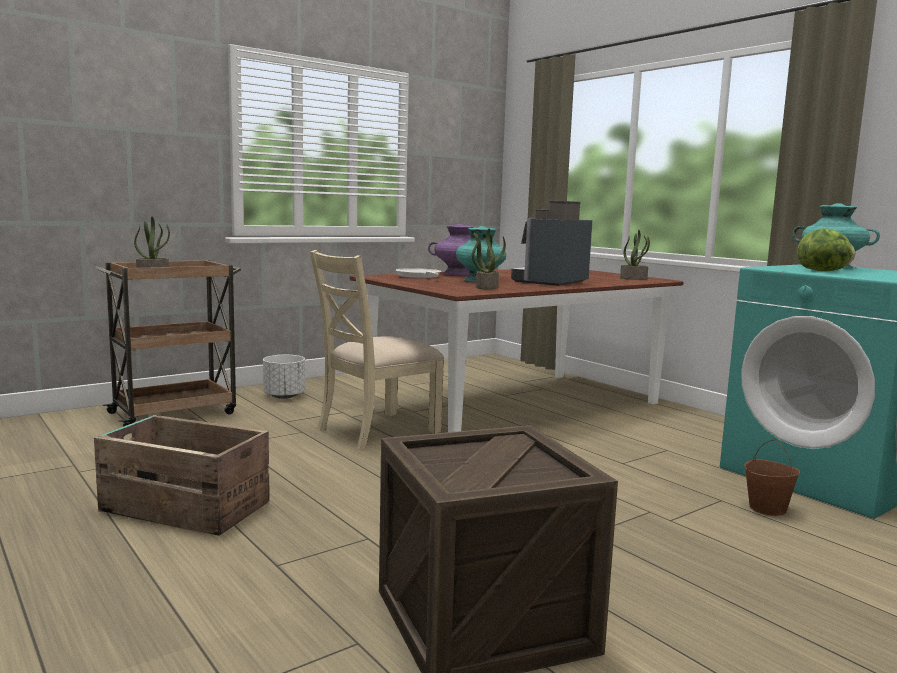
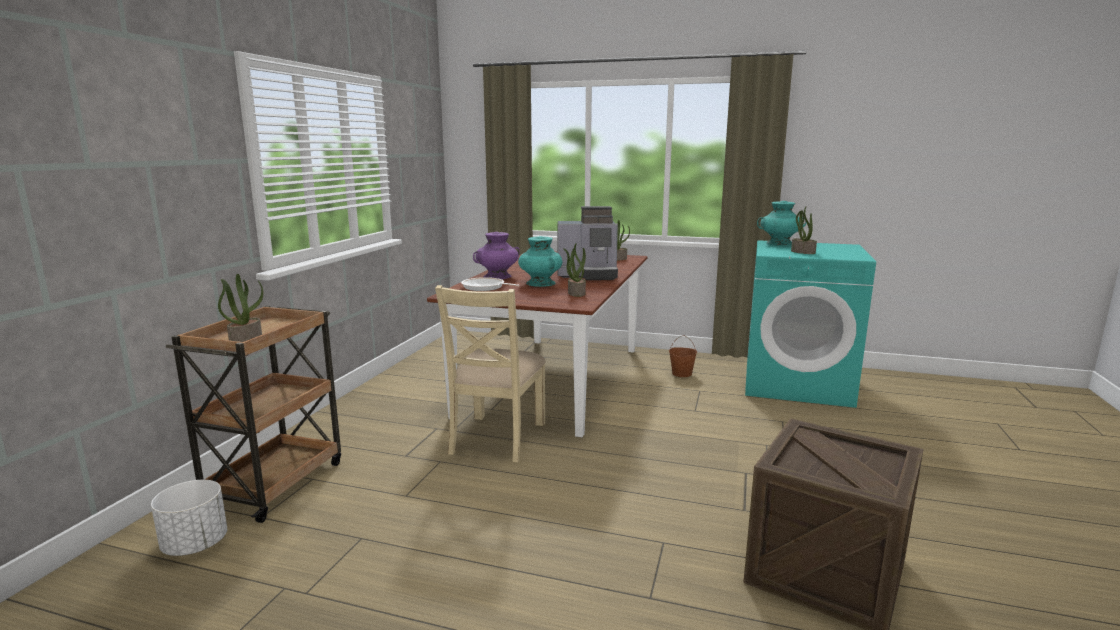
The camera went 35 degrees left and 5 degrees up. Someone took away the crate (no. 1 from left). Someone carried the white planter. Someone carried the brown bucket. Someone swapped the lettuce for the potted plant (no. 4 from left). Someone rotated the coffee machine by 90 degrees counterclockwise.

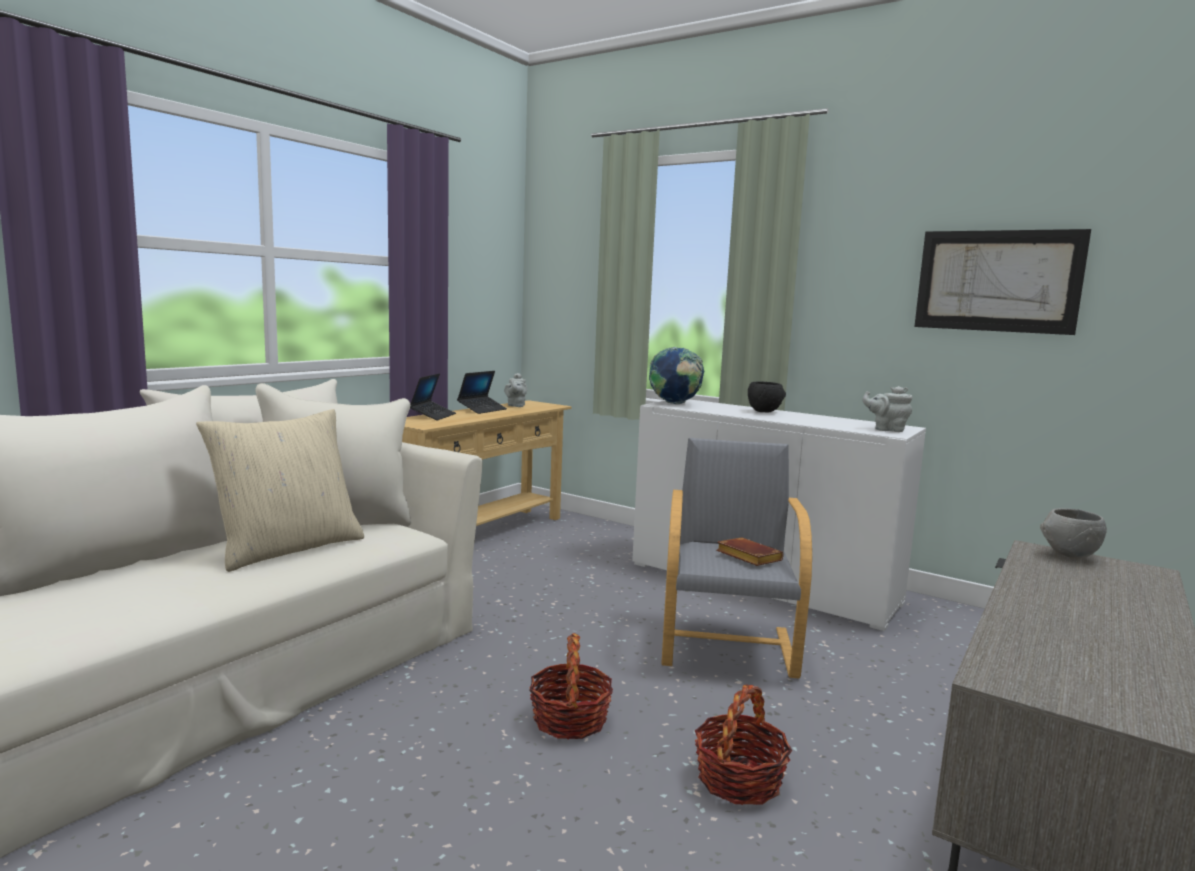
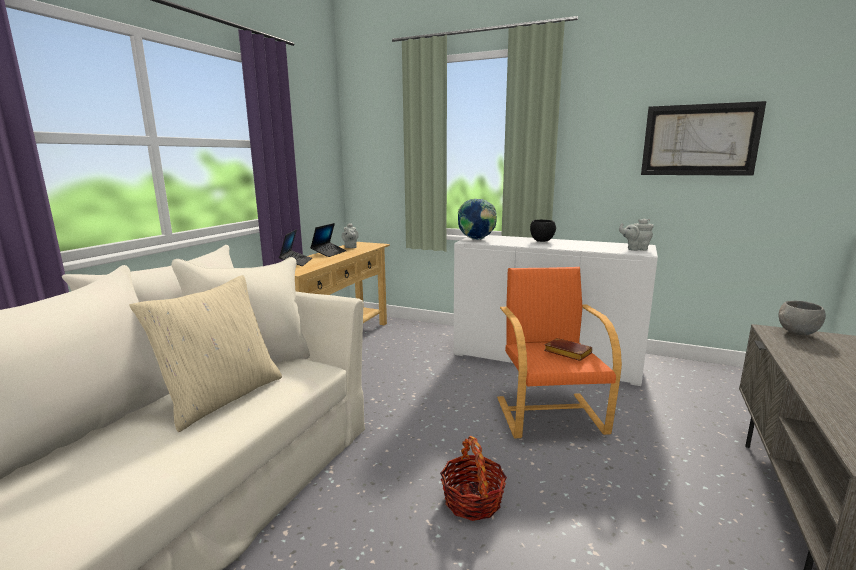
The camera went 10 degrees left and 5 degrees up. Someone took away the basket (no. 2 from left). Someone repainted the grey armchair, which became the orange armchair.

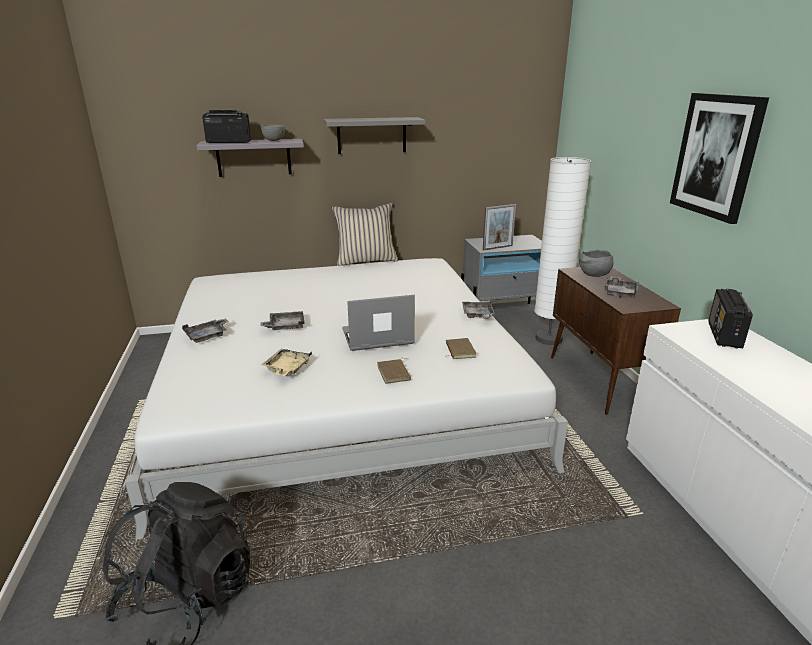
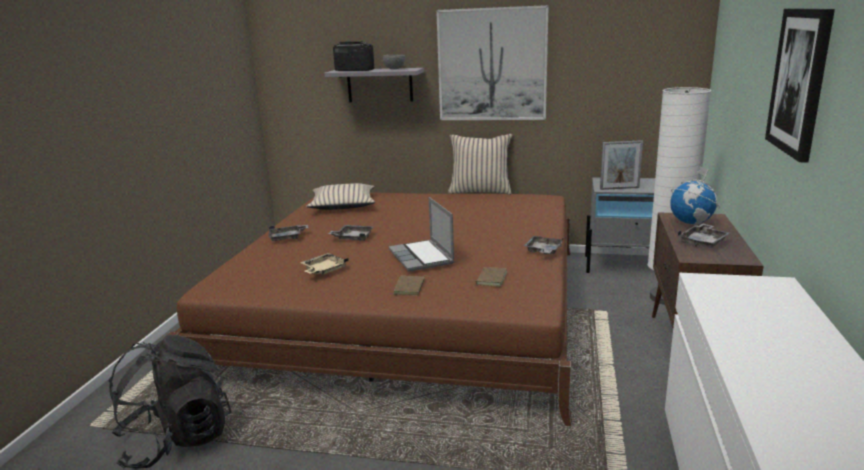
The camera went 25 degrees right and 5 degrees down. Someone took away the radio (no. 2 from left). Someone put down the beige pillow (no. 1 from left). Someone swapped the grey shelf (no. 2 from left) for the picture (no. 1 from left). Someone swapped the grey bowl (no. 2 from left) for the globe. Someone repainted the white bed, which became the brown bed. Someone rotated the laptop by 120 degrees counterclockwise.

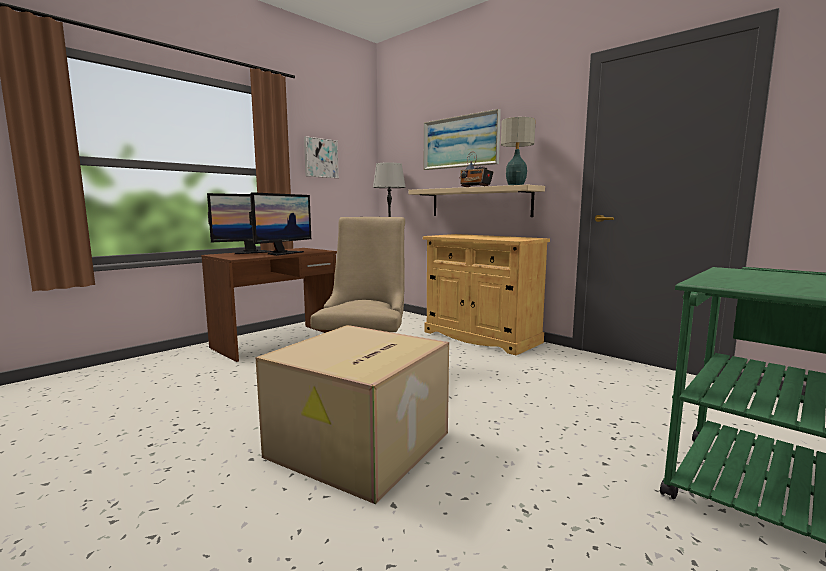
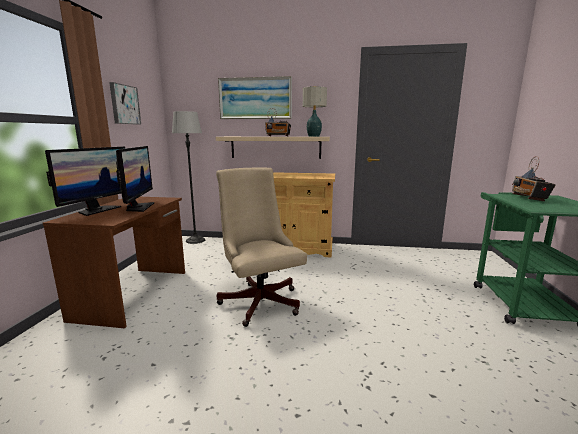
The camera went 35 degrees left and 5 degrees up. Someone took away the cardboard box. Someone put down the radio (no. 2 from left).

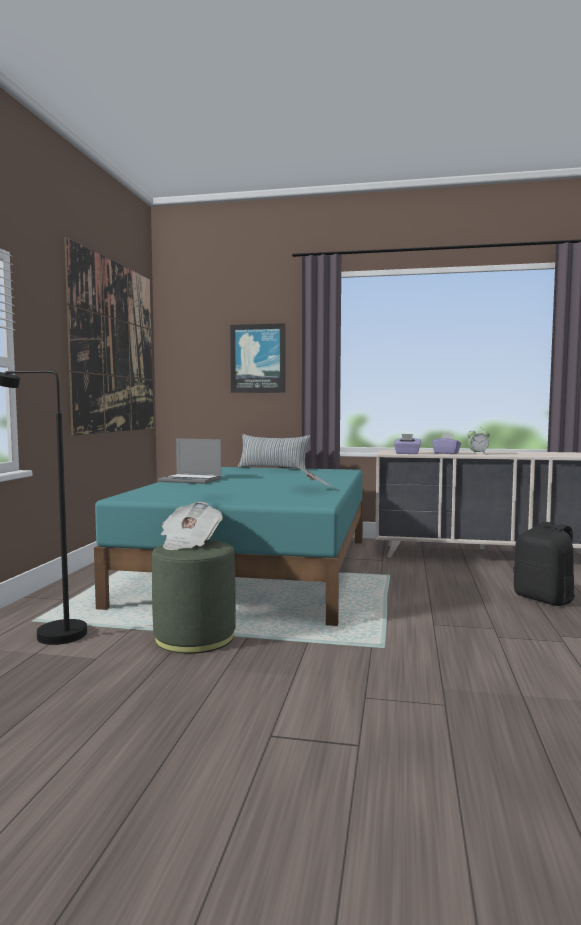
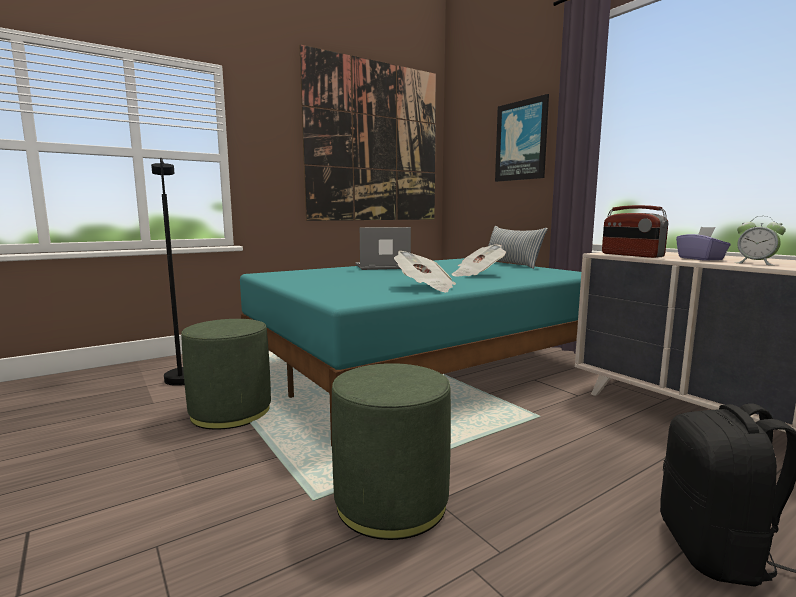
The camera went 45 degrees right and 5 degrees up. Someone put down the green ottoman (no. 2 from left). Someone carried the newspaper (no. 1 from left in the first image). Someone swapped the purple tissue box (no. 1 from left) for the radio. Someone rotated the laptop by 105 degrees clockwise.

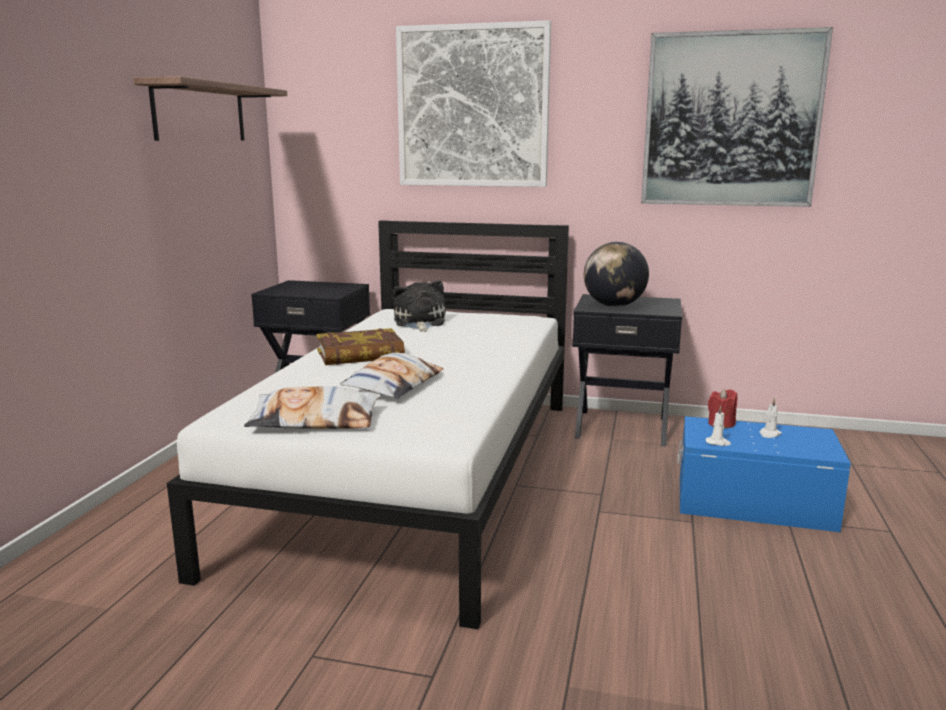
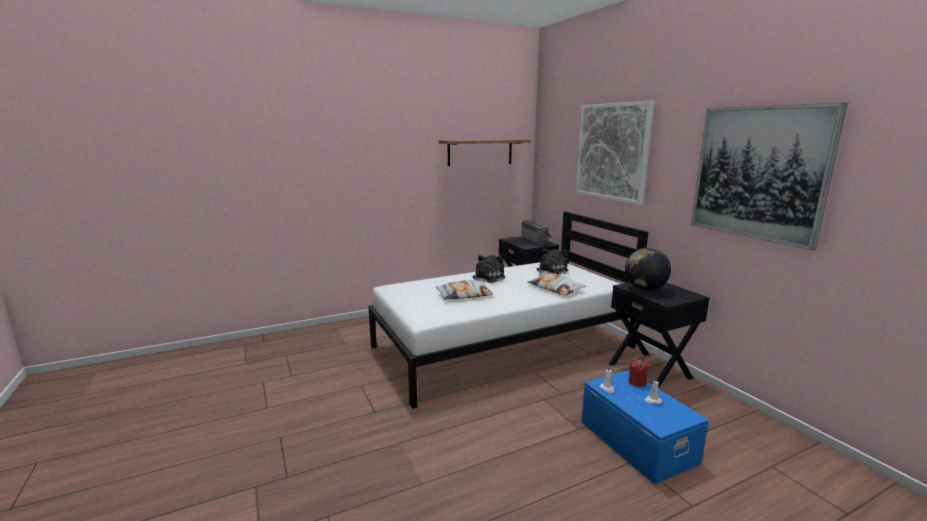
The camera went 50 degrees right and 0 degrees up. Someone put down the radio. Someone carried the pillow (no. 1 from left in the first image). Someone swapped the book for the plush toy (no. 1 from left).

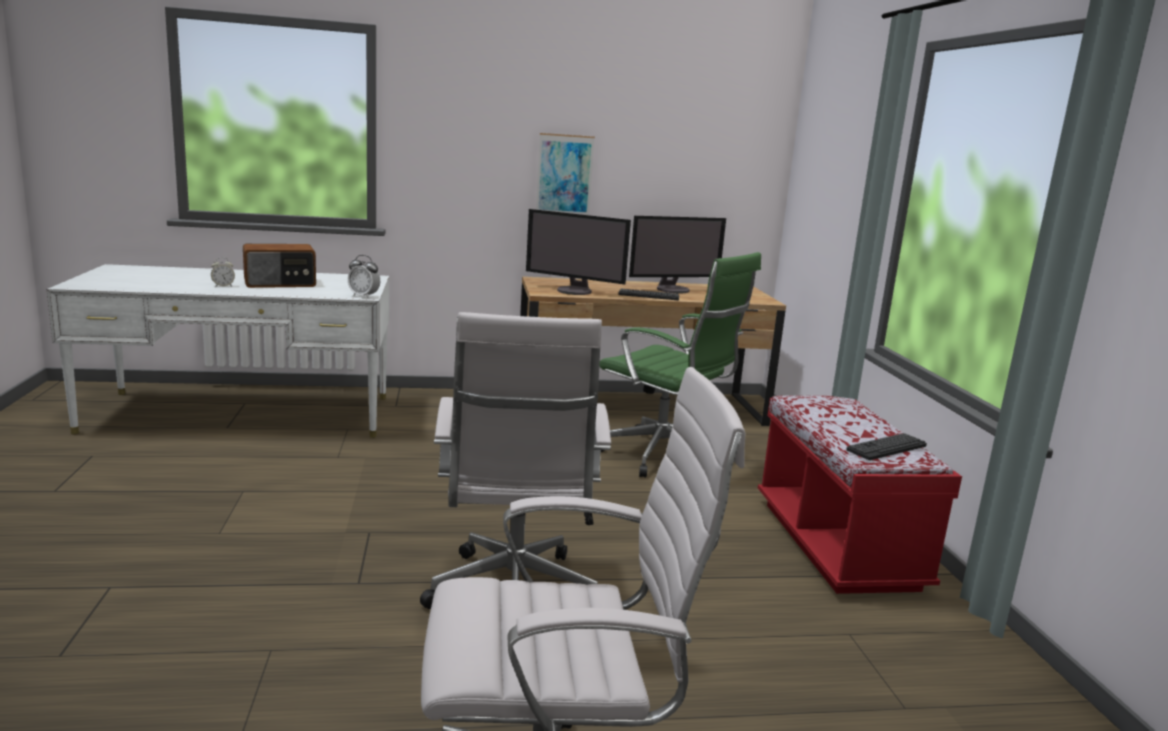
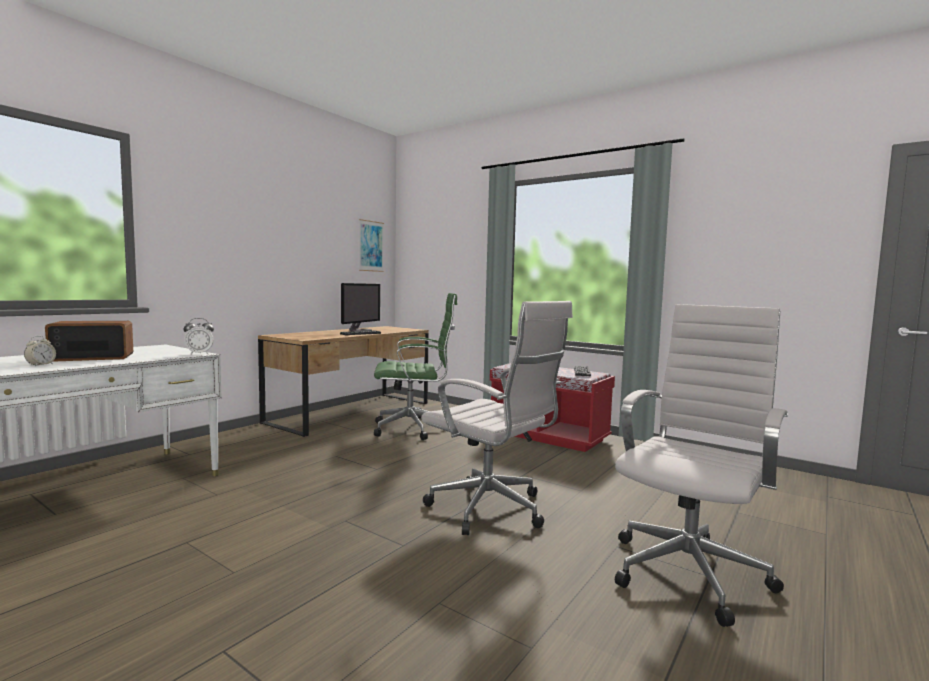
The camera went 45 degrees left and 10 degrees down. Someone took away the monitor (no. 1 from left). Someone carried the picture. Someone rotated the radio by 135 degrees counterclockwise.

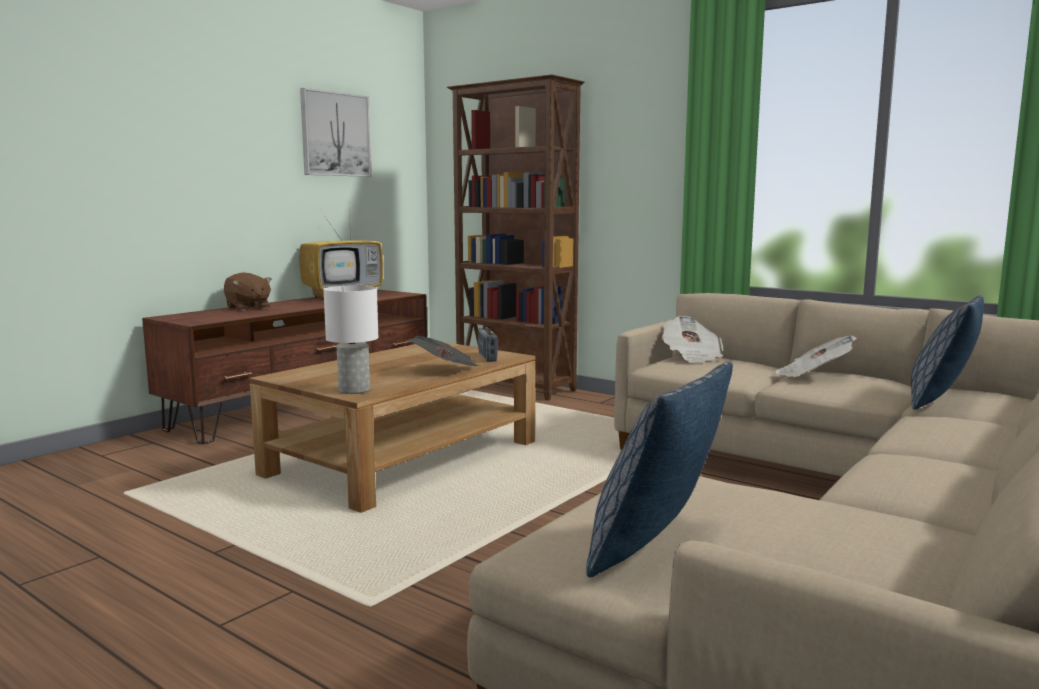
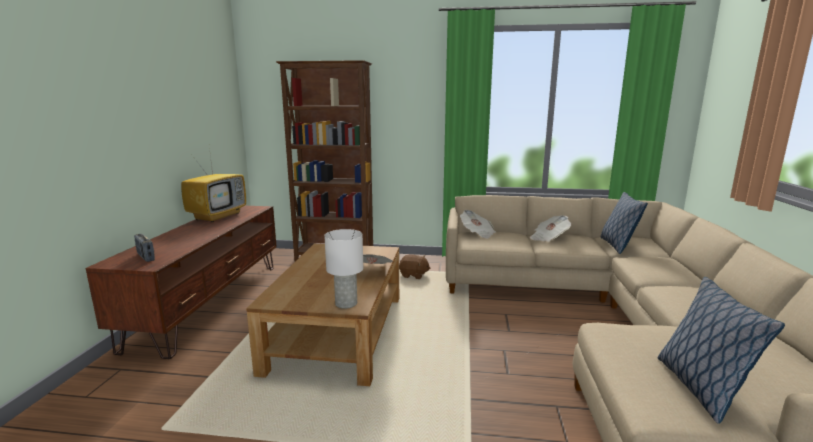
The camera went 30 degrees left and 5 degrees up. Someone took away the picture. Someone carried the brown plush toy. Someone carried the radio.

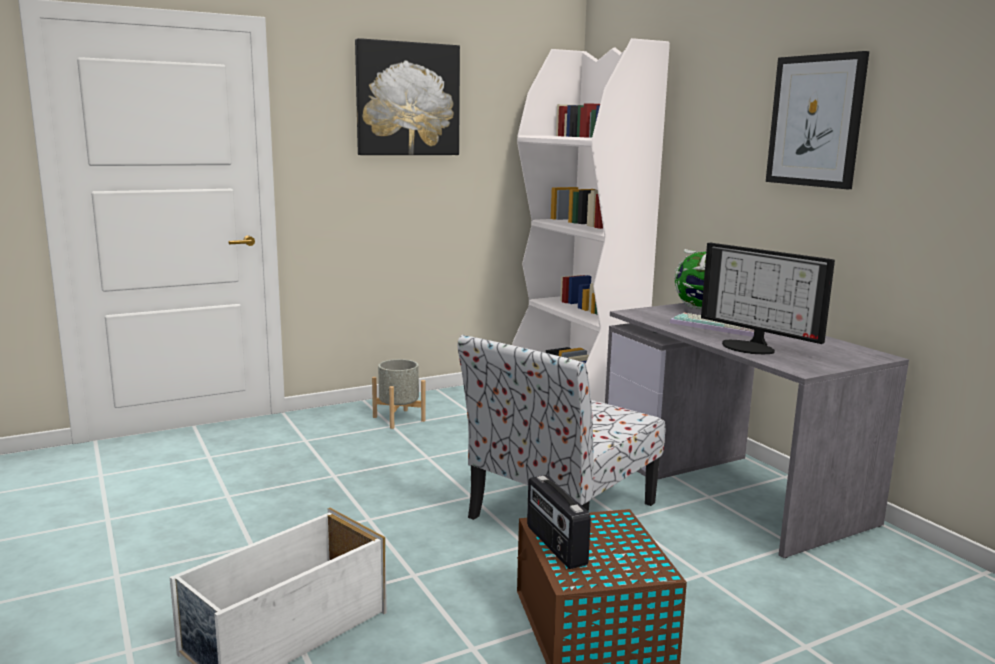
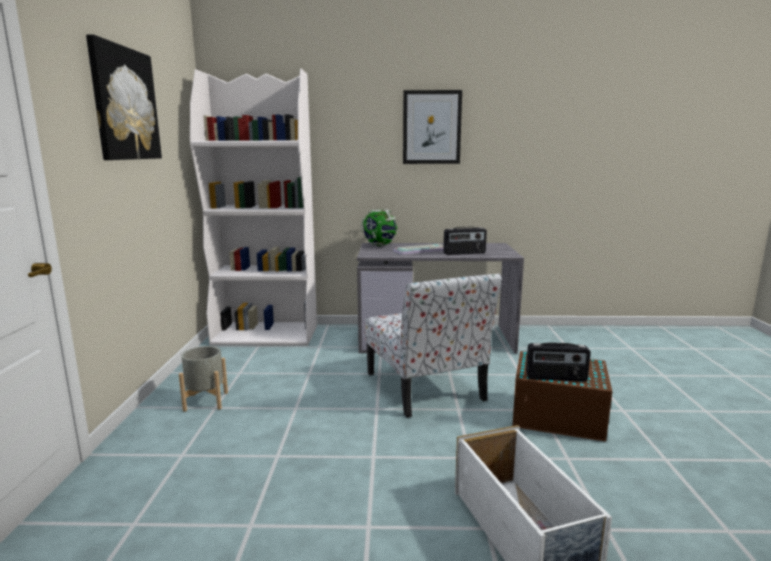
The camera went 60 degrees left and 0 degrees up. Someone swapped the monitor for the radio (no. 1 from left).

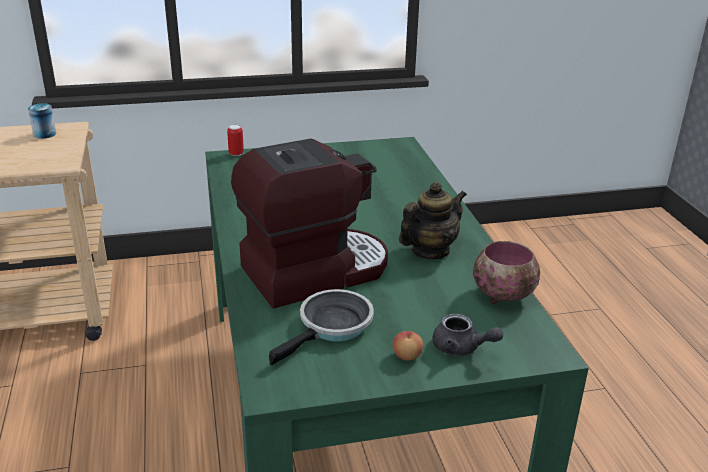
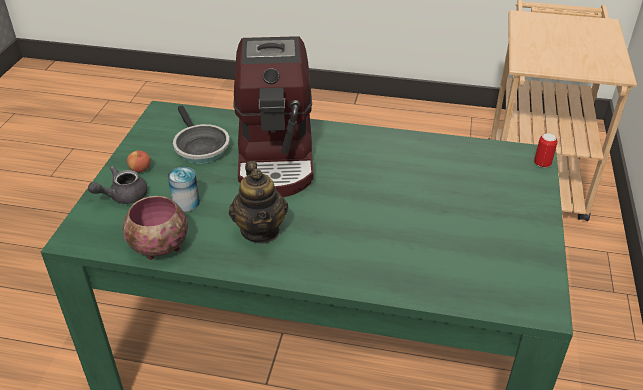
The camera went 115 degrees right and 10 degrees up. Someone carried the can (no. 1 from left).

